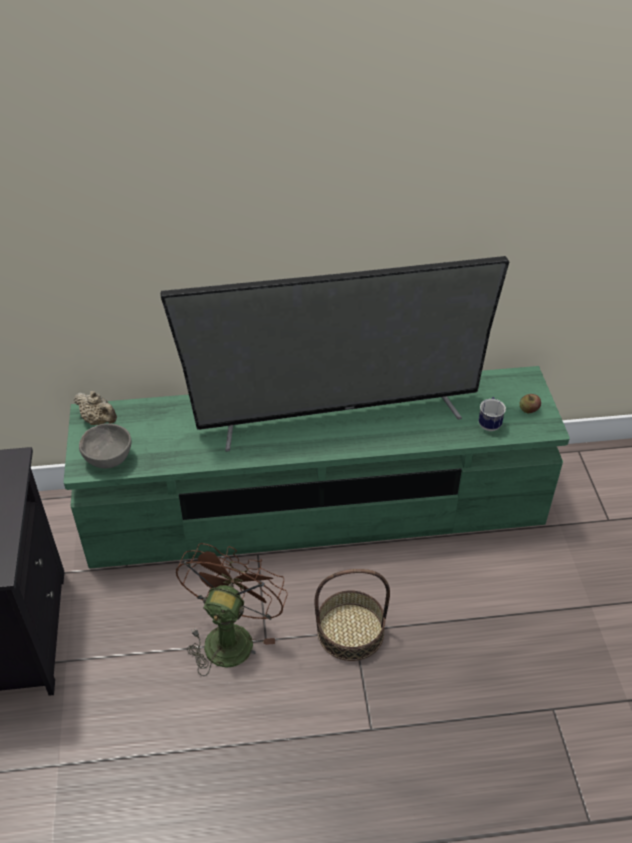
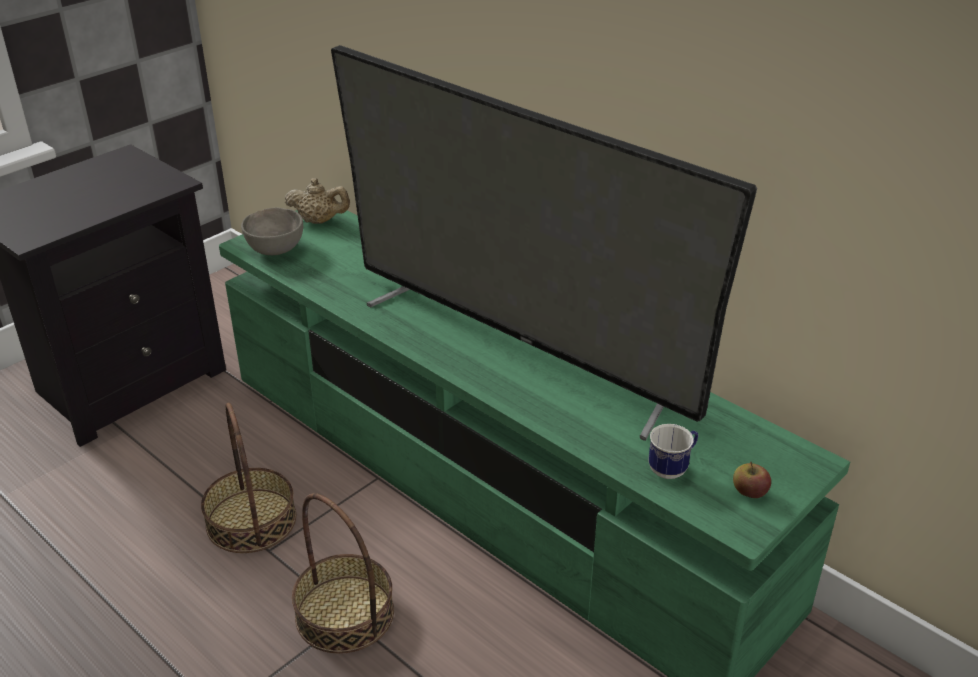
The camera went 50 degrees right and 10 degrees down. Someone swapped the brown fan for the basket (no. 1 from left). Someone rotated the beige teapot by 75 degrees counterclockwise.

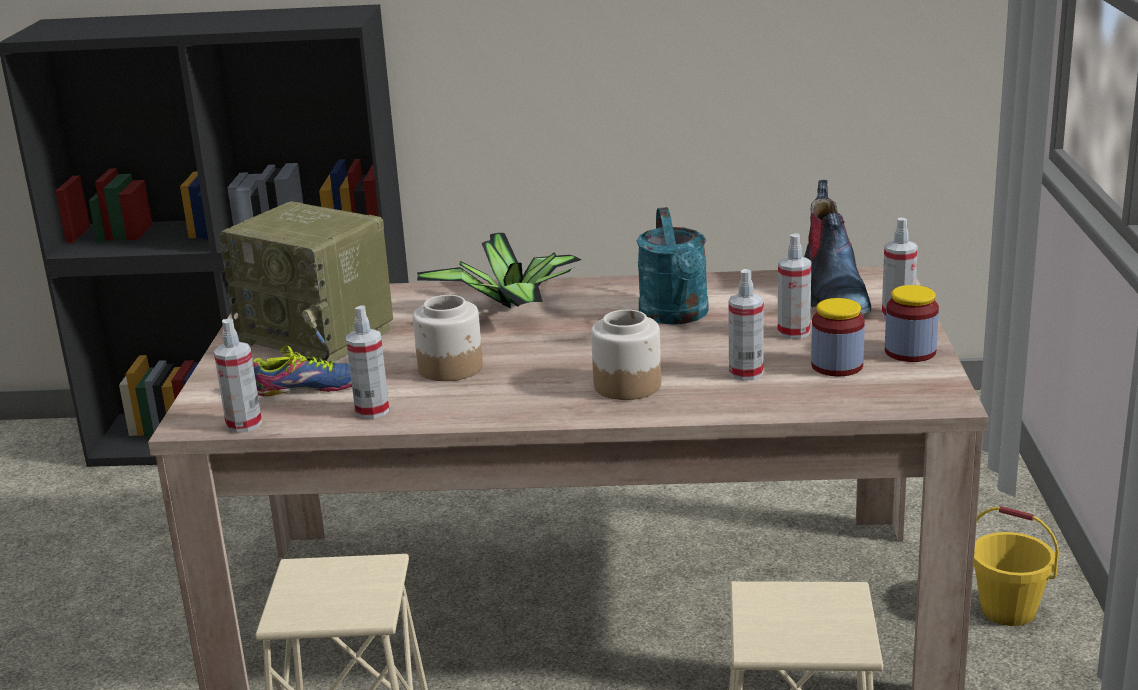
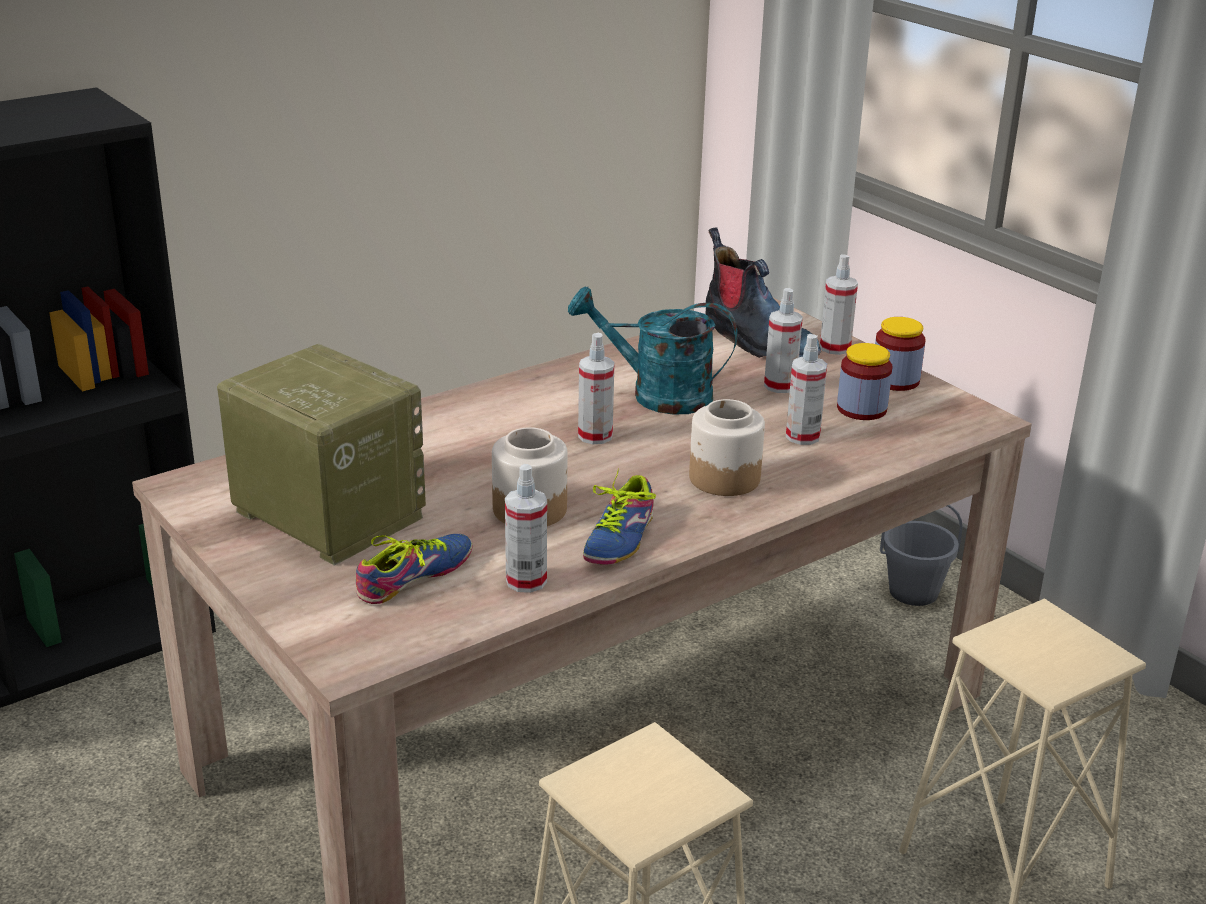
The camera went 40 degrees left and 5 degrees up. Someone took away the potted plant. Someone put down the shoe (no. 2 from left). Someone carried the spray bottle (no. 1 from left in the first image). Someone repainted the yellow bucket, which became the grey bucket. Someone rotated the radio by 135 degrees counterclockwise. Someone rotated the turquoise watering can by 150 degrees clockwise.

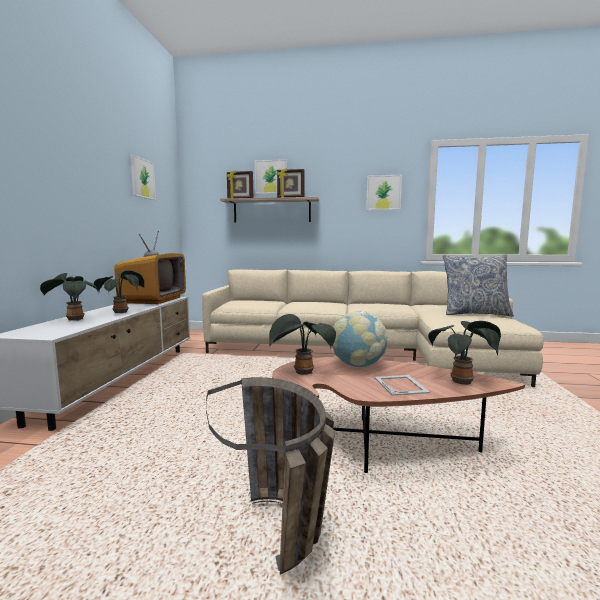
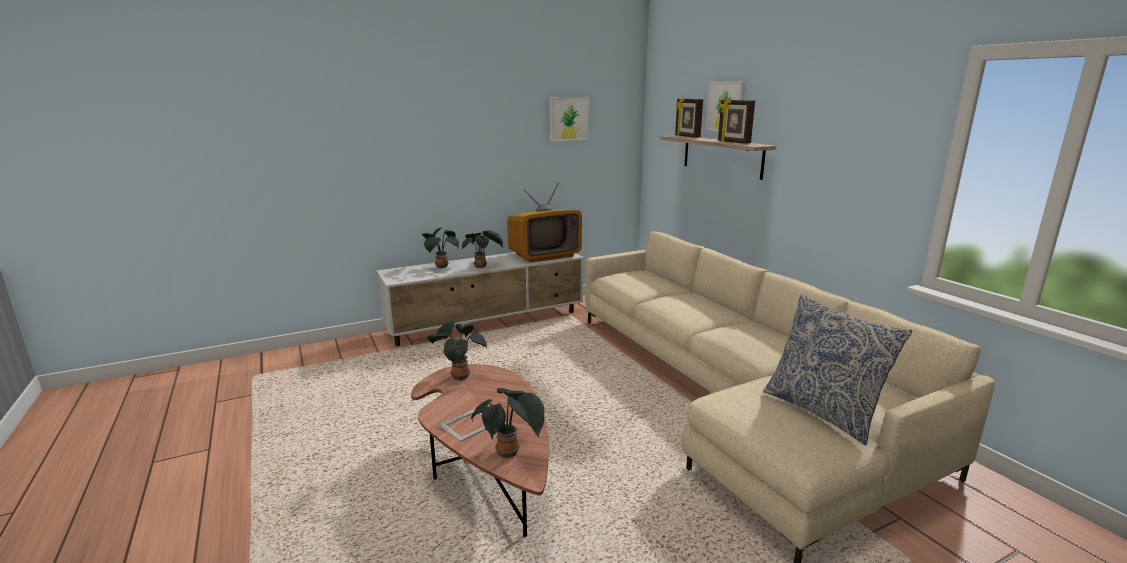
The camera went 55 degrees right and 10 degrees up. Someone took away the basket. Someone took away the globe. Someone took away the picture (no. 3 from left).

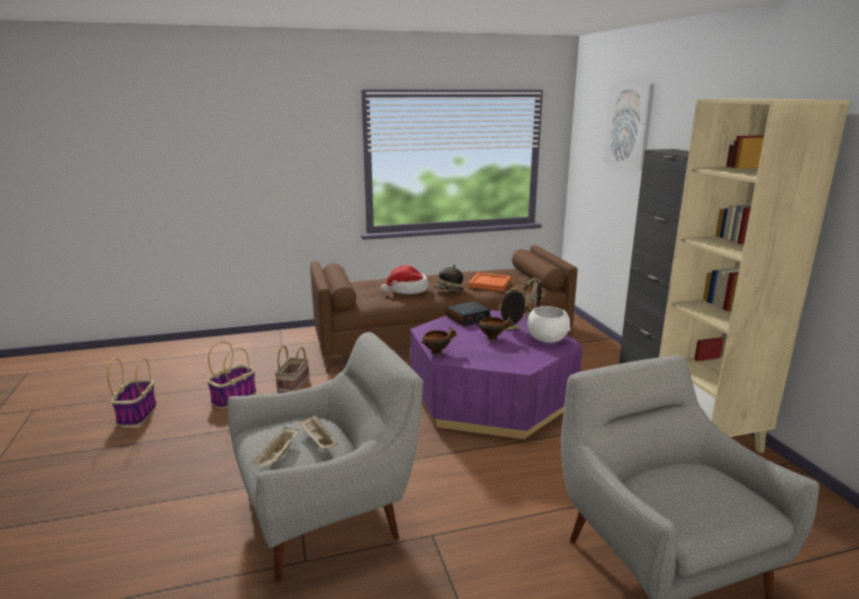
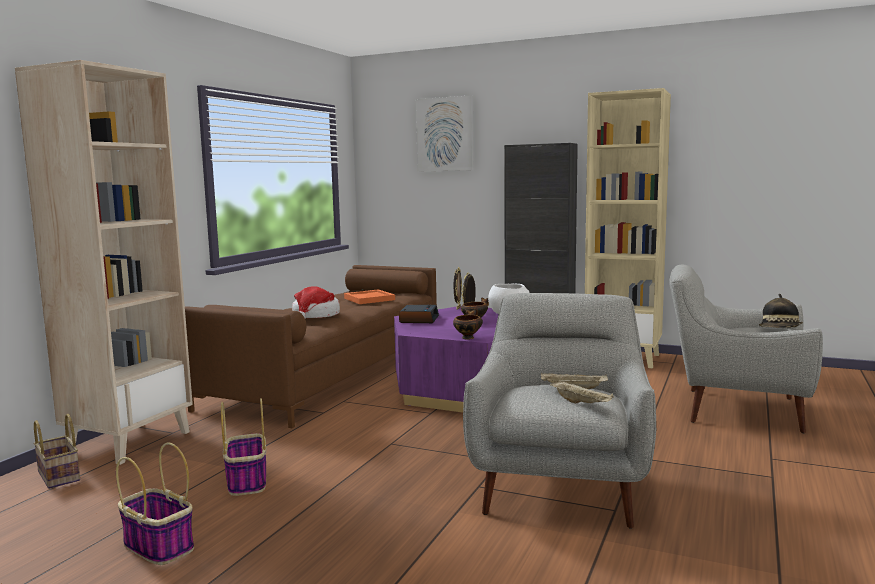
The camera went 50 degrees left and 10 degrees down. Someone put down the beige bookcase (no. 1 from left). Someone carried the basket (no. 3 from left in the first image). Someone carried the hat (no. 2 from left).

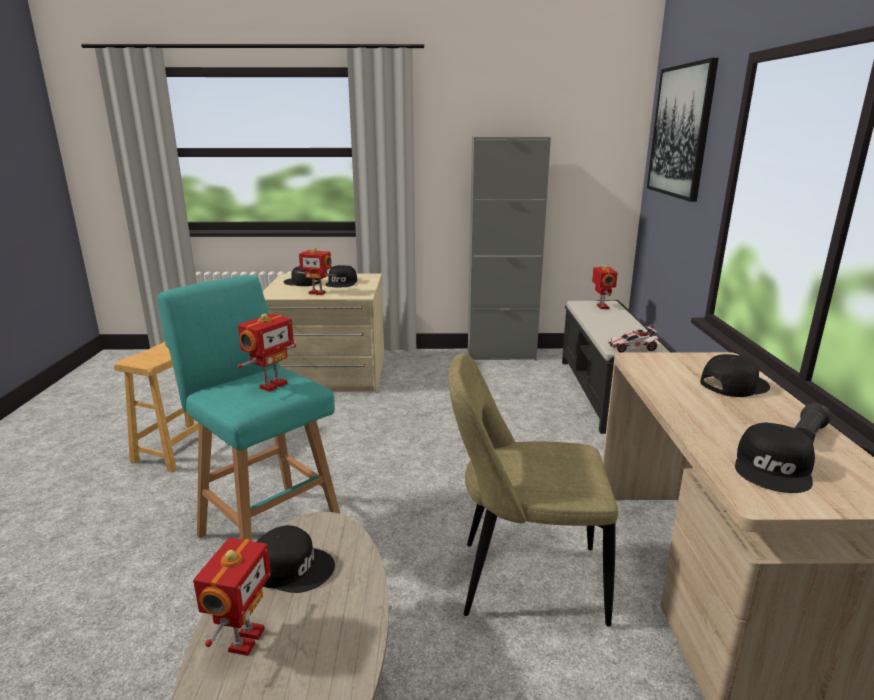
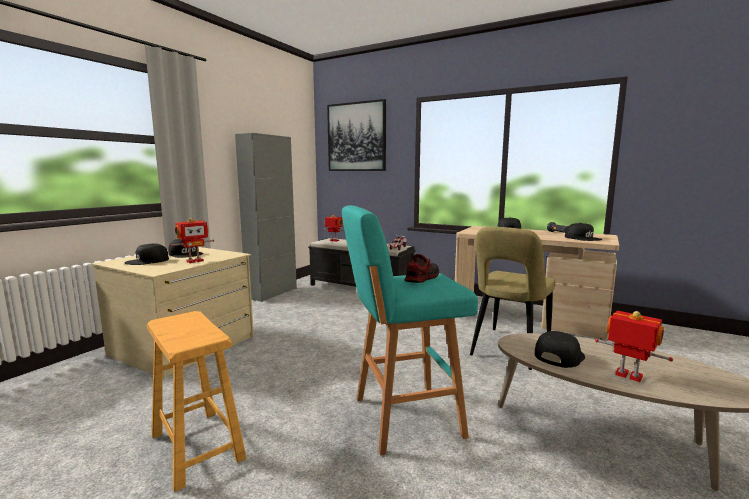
The camera went 60 degrees left and 10 degrees down. Someone swapped the toy robot (no. 2 from left) for the shoe.

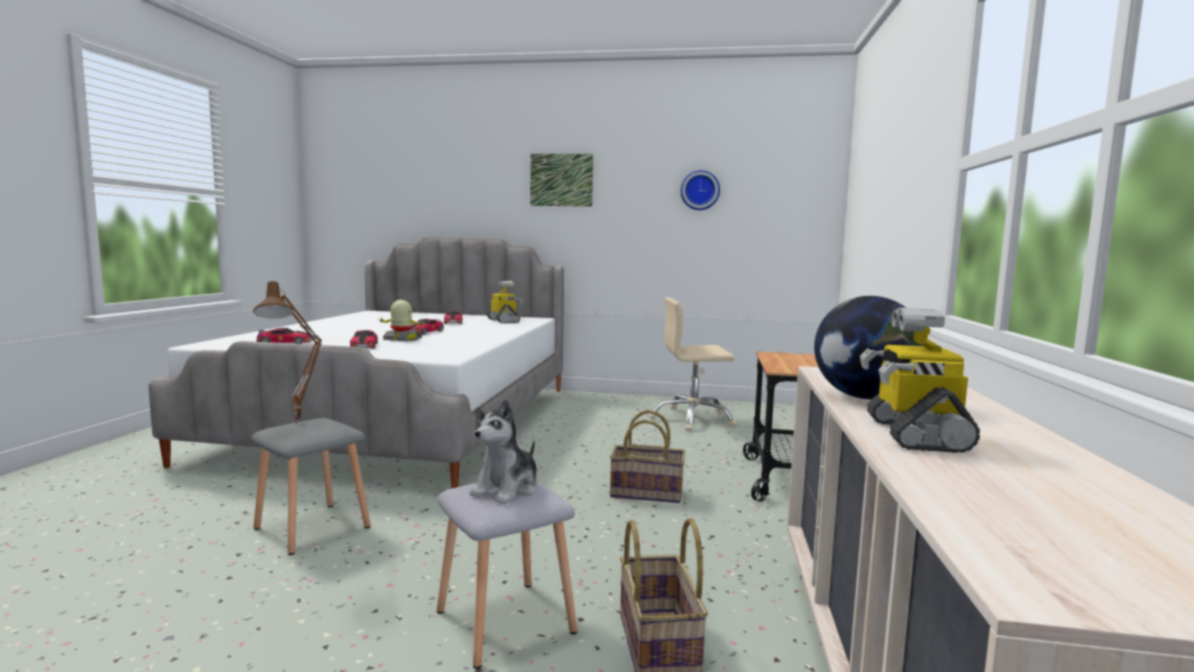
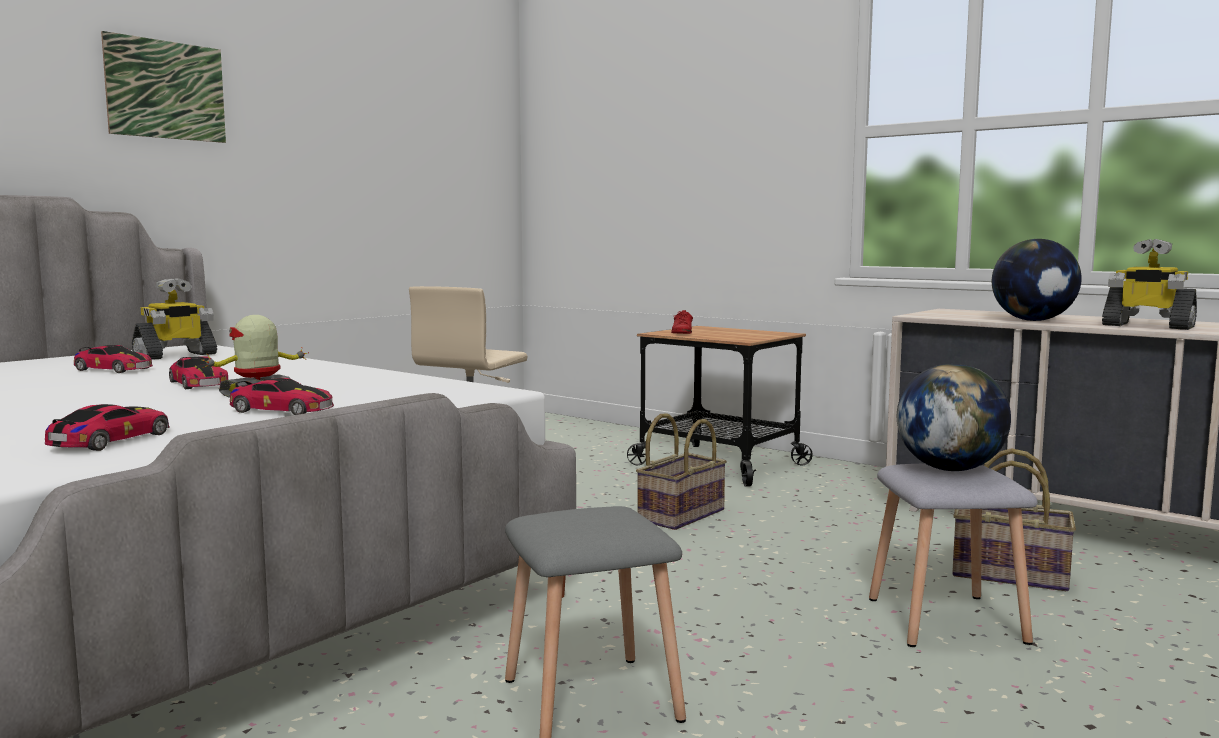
The camera went 60 degrees left and 0 degrees up. Someone took away the brown table lamp. Someone took away the wall clock. Someone put down the red shoe. Someone swapped the plush toy for the globe (no. 1 from left). Someone rotated the toy robot (no. 2 from left in the first image) by 135 degrees clockwise.

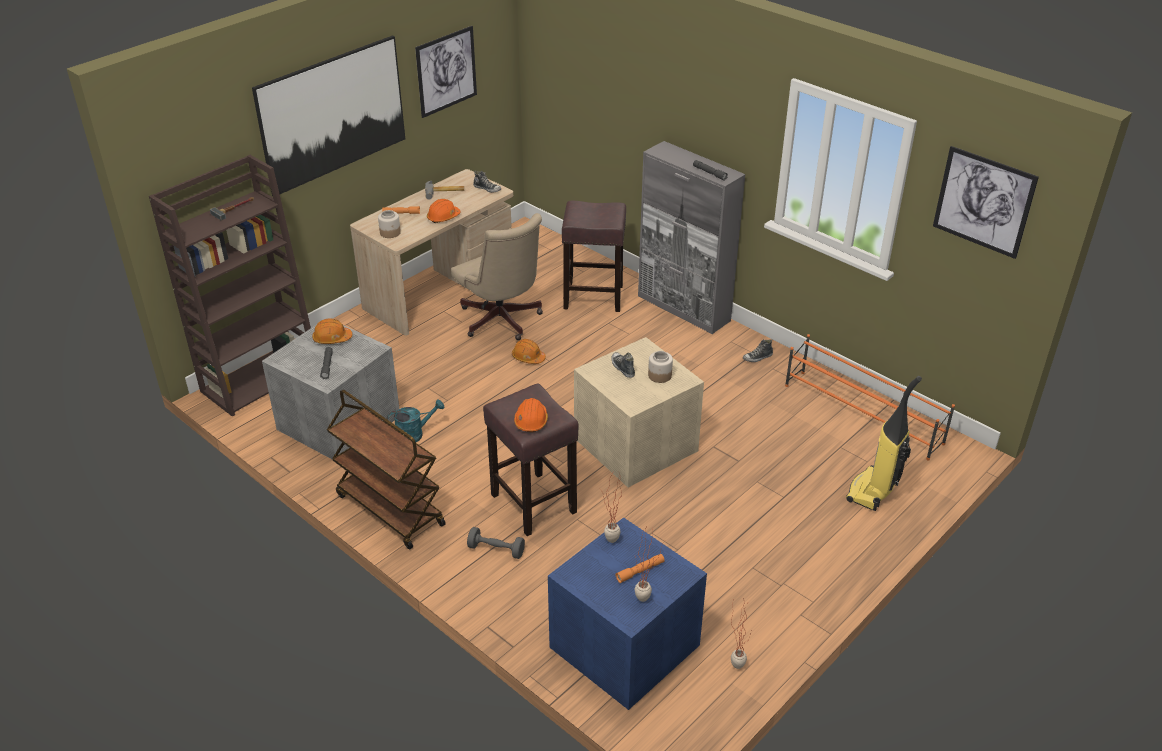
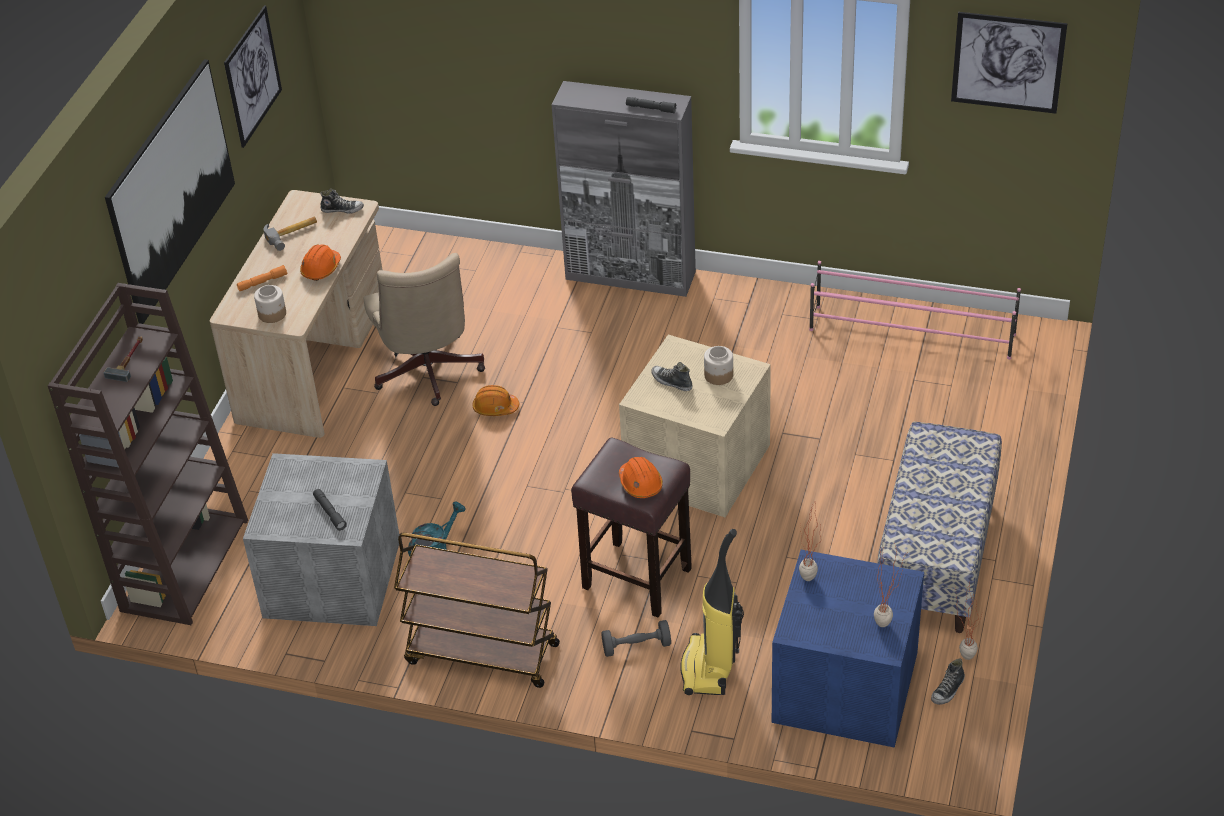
The camera went 25 degrees left and 5 degrees up. Someone took away the orange hard hat (no. 1 from left). Someone took away the brown stool (no. 2 from left). Someone took away the orange flashlight (no. 2 from left). Someone put down the bench. Someone carried the shoe (no. 3 from left). Someone carried the vacuum cleaner. Someone repainted the orange shoe rack, which became the pink shoe rack. Someone rotated the beige office chair by 45 degrees clockwise.

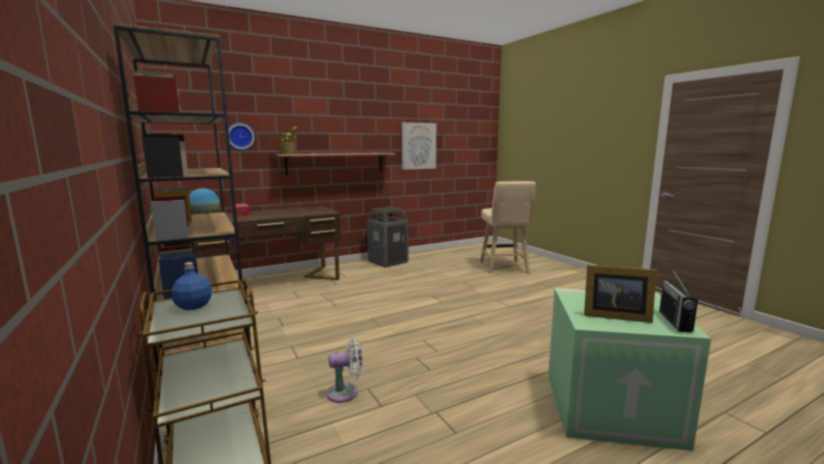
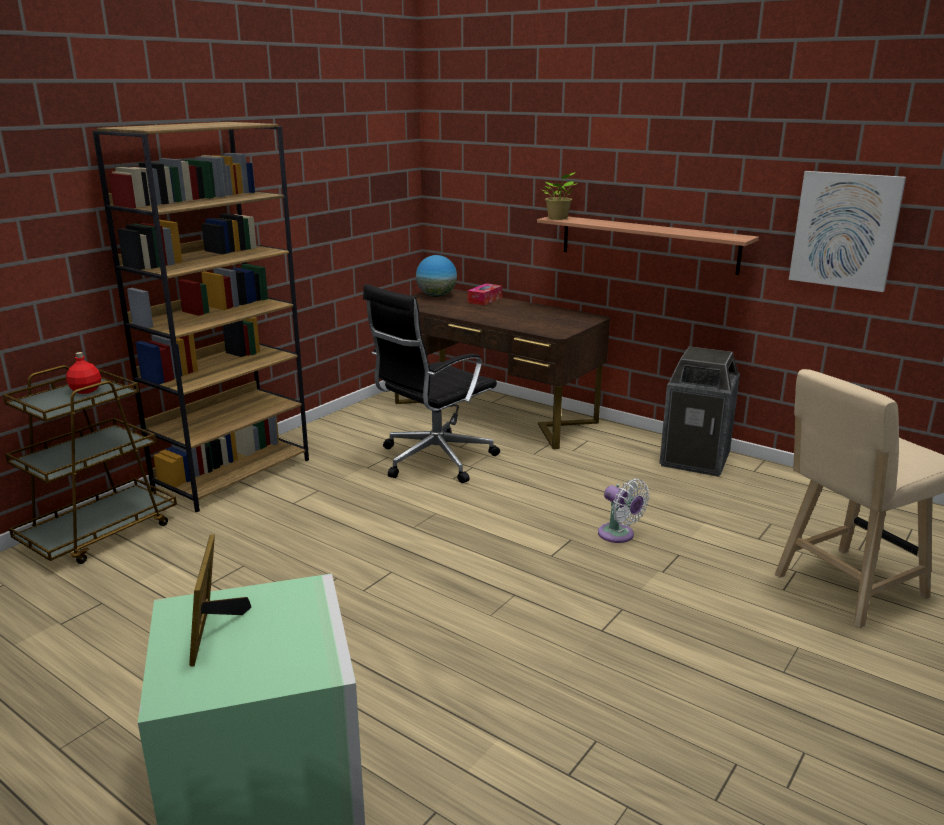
The camera went 65 degrees right and 10 degrees up. Someone took away the wall clock. Someone took away the radio. Someone put down the black office chair. Someone carried the white fan. Someone repainted the blue bottle, which became the red bottle.

